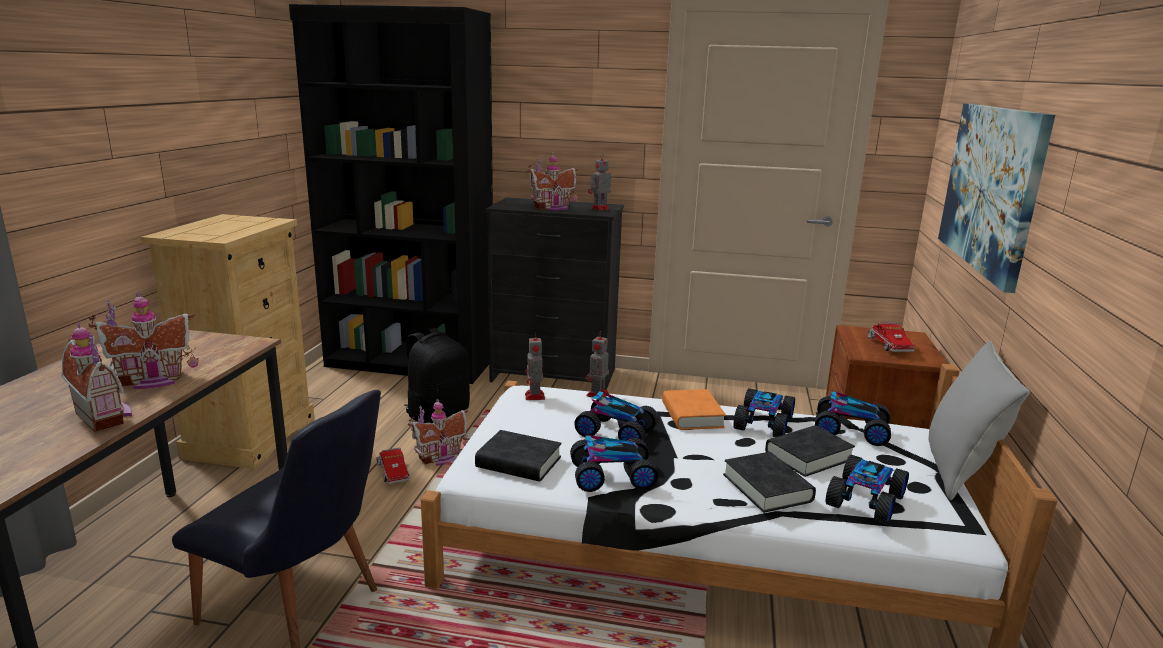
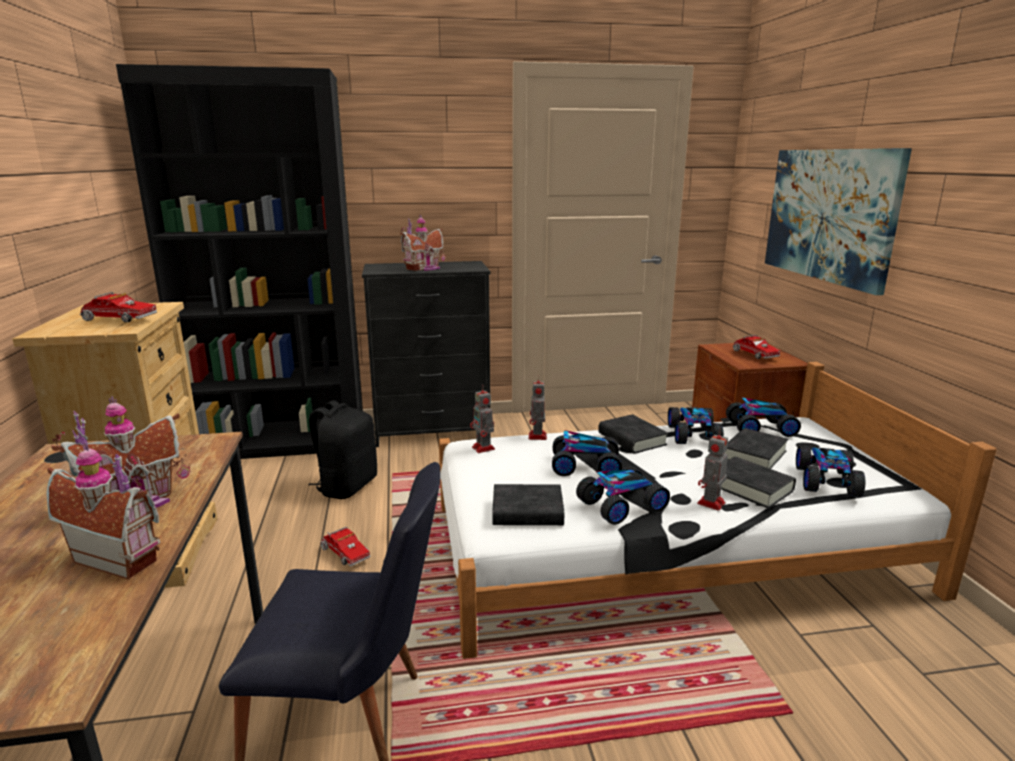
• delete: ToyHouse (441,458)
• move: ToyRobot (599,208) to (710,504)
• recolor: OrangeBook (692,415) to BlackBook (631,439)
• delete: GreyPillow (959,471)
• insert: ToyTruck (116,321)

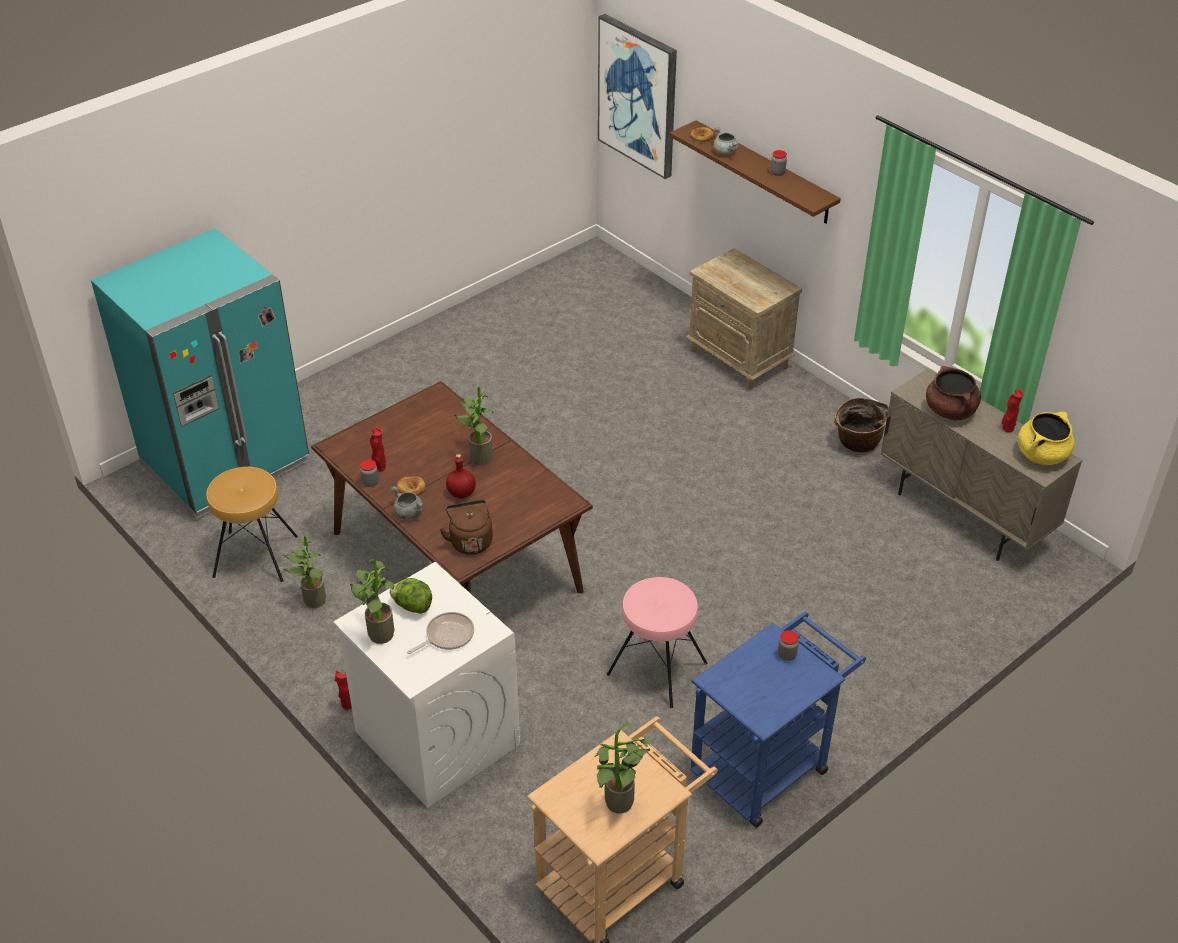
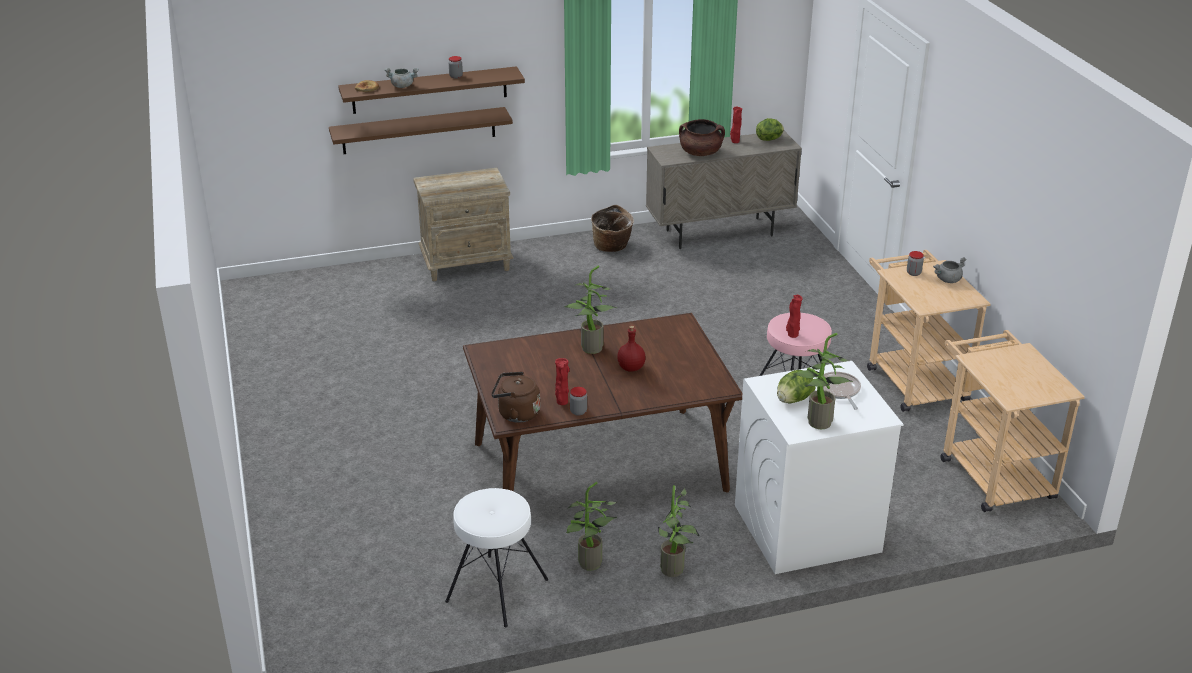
• delete: TurquoiseFridge (226,464)
• recolor: BrownStool (255,555) to WhiteStool (496,590)
• move: RedVase (347,705) to (792,335)
• move: GreyCookingPot (408,513) to (948,280)
• delete: Bread (411,488)
• move: BrownKettle (470,541) to (516,413)
• move: PottedPlant (619,806) to (675,570)
• delete: Picture (638,96)
• recolor: BlueCart (767,764) to BeigeCart (912,379)
• replace: YellowCookingPot (1042,455) to Lettuce (769,139)
• insert: BrownShelf (419,130)

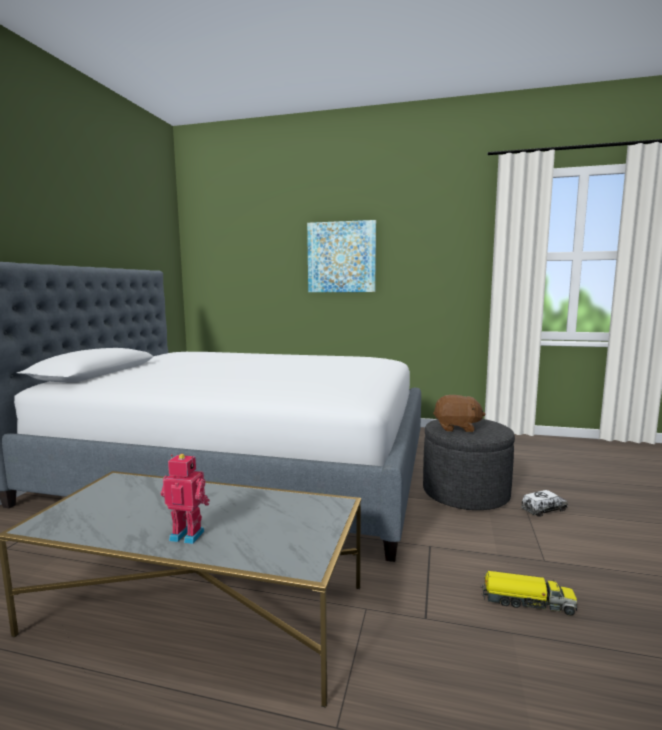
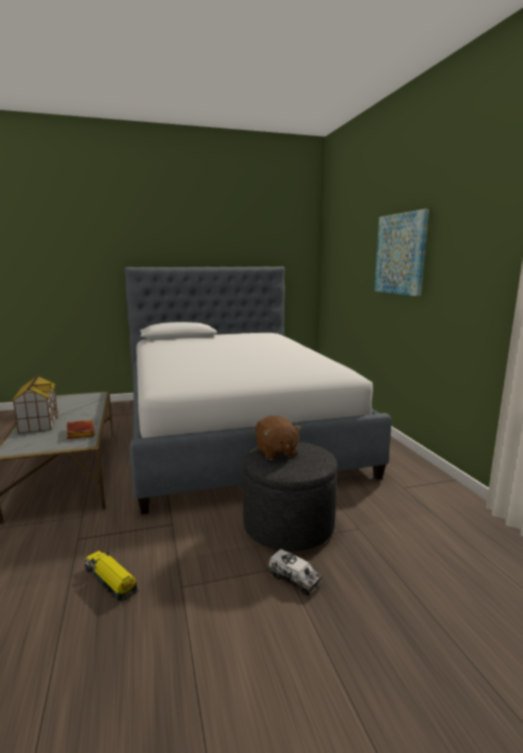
• replace: ToyRobot (188,534) to ToyHouse (38,422)
• rotate: ToyTruck (526,601) = (111,581) 150 degrees clockwise
• insert: BrownBook (79,432)

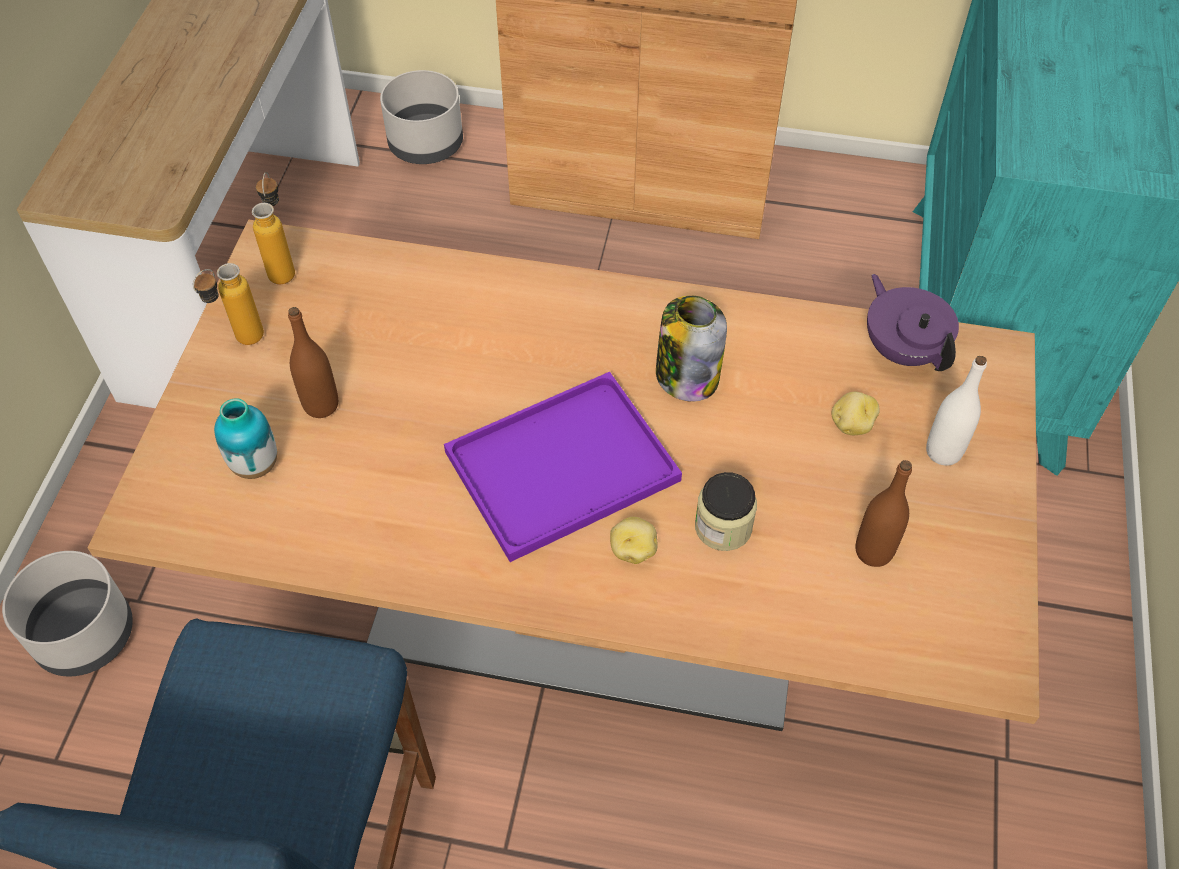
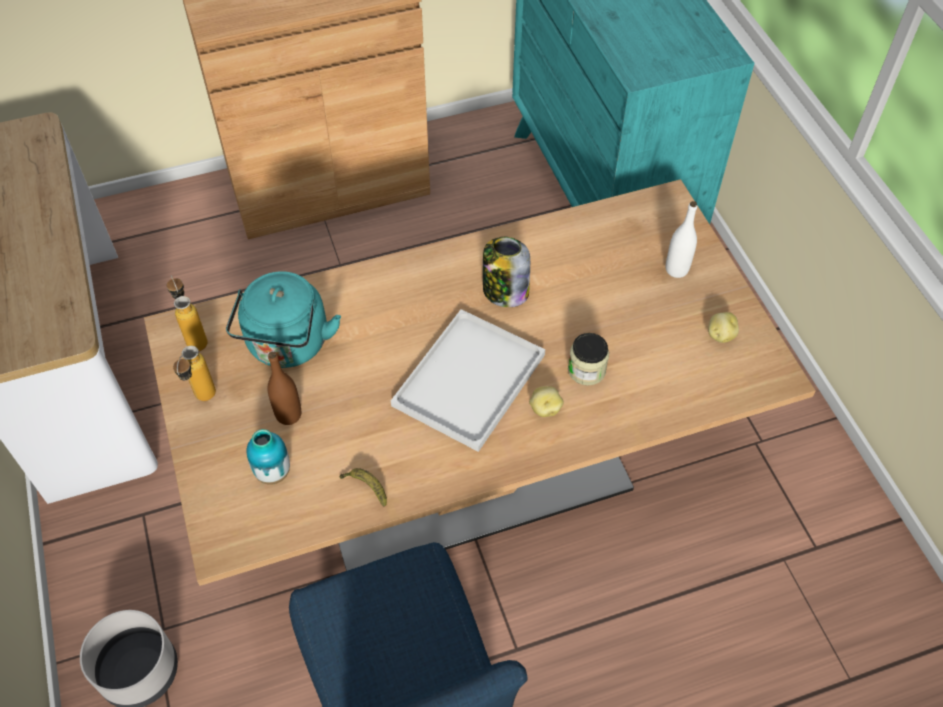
• delete: GreyPlanter (426,143)
• recolor: PurpleTray (564,463) to WhiteTray (469,377)
• move: Potato (851,424) to (720,335)
• delete: BrownBottle (873,551)
• delete: PurpleTeapot (903,349)
• insert: TurquoiseKettle (287,346)
• insert: Banana (366,488)

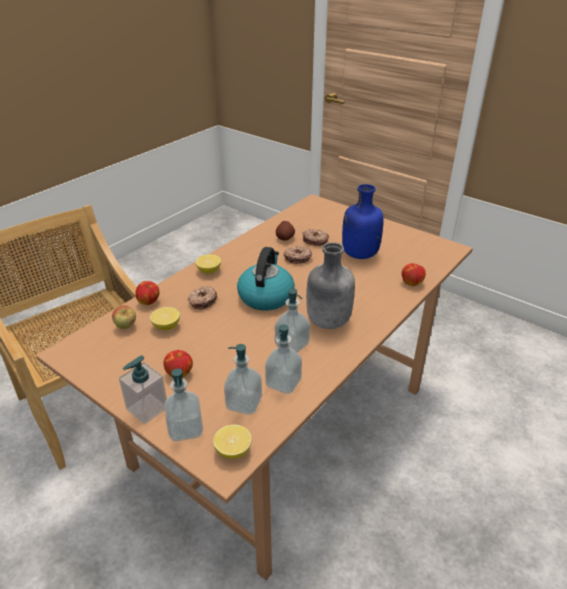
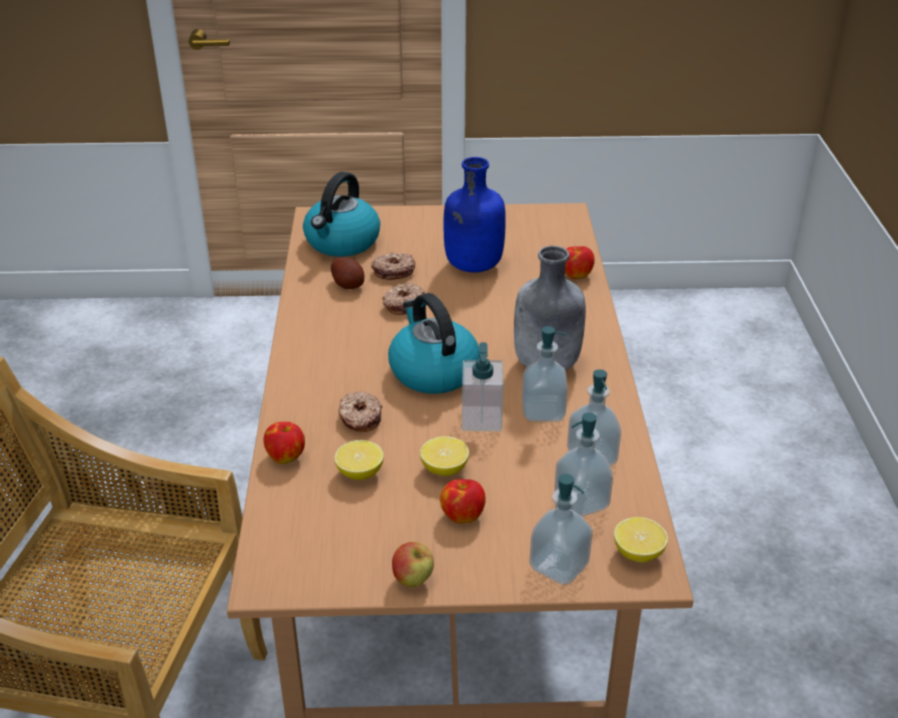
• move: Apple (126,327) to (413,580)
• move: SoapDispenser (147,408) to (481,419)
• move: Lemon (209,271) to (444,469)
• insert: Kettle (342,242)

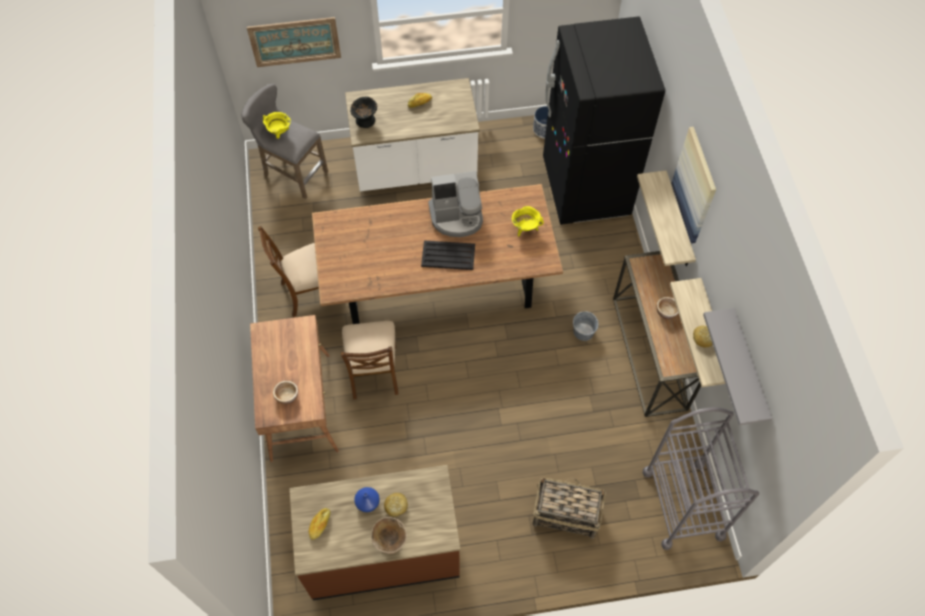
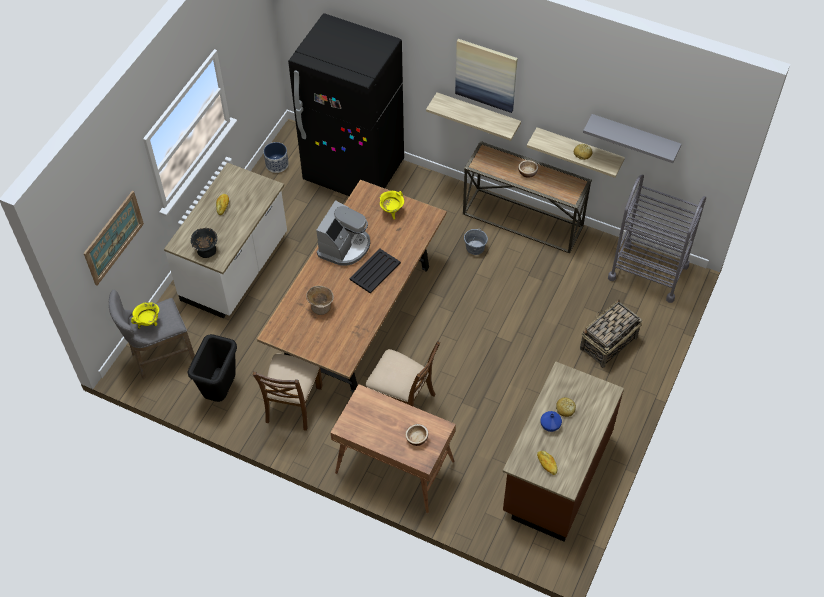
• move: BeigeBowl (390,541) to (320,307)
• insert: BlackTrashCan (220,391)

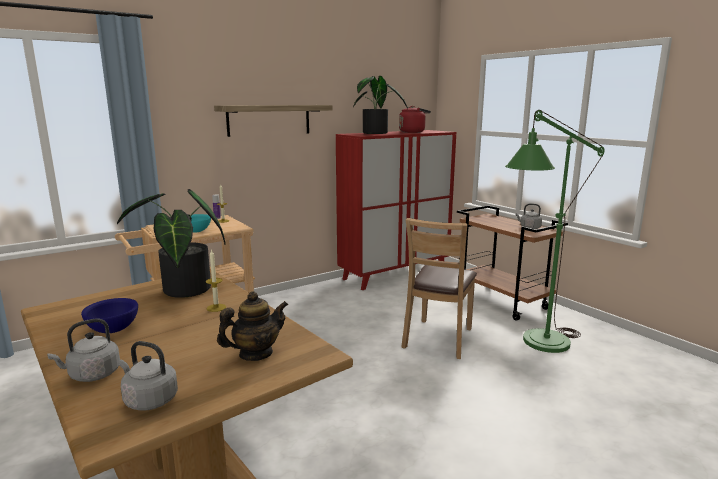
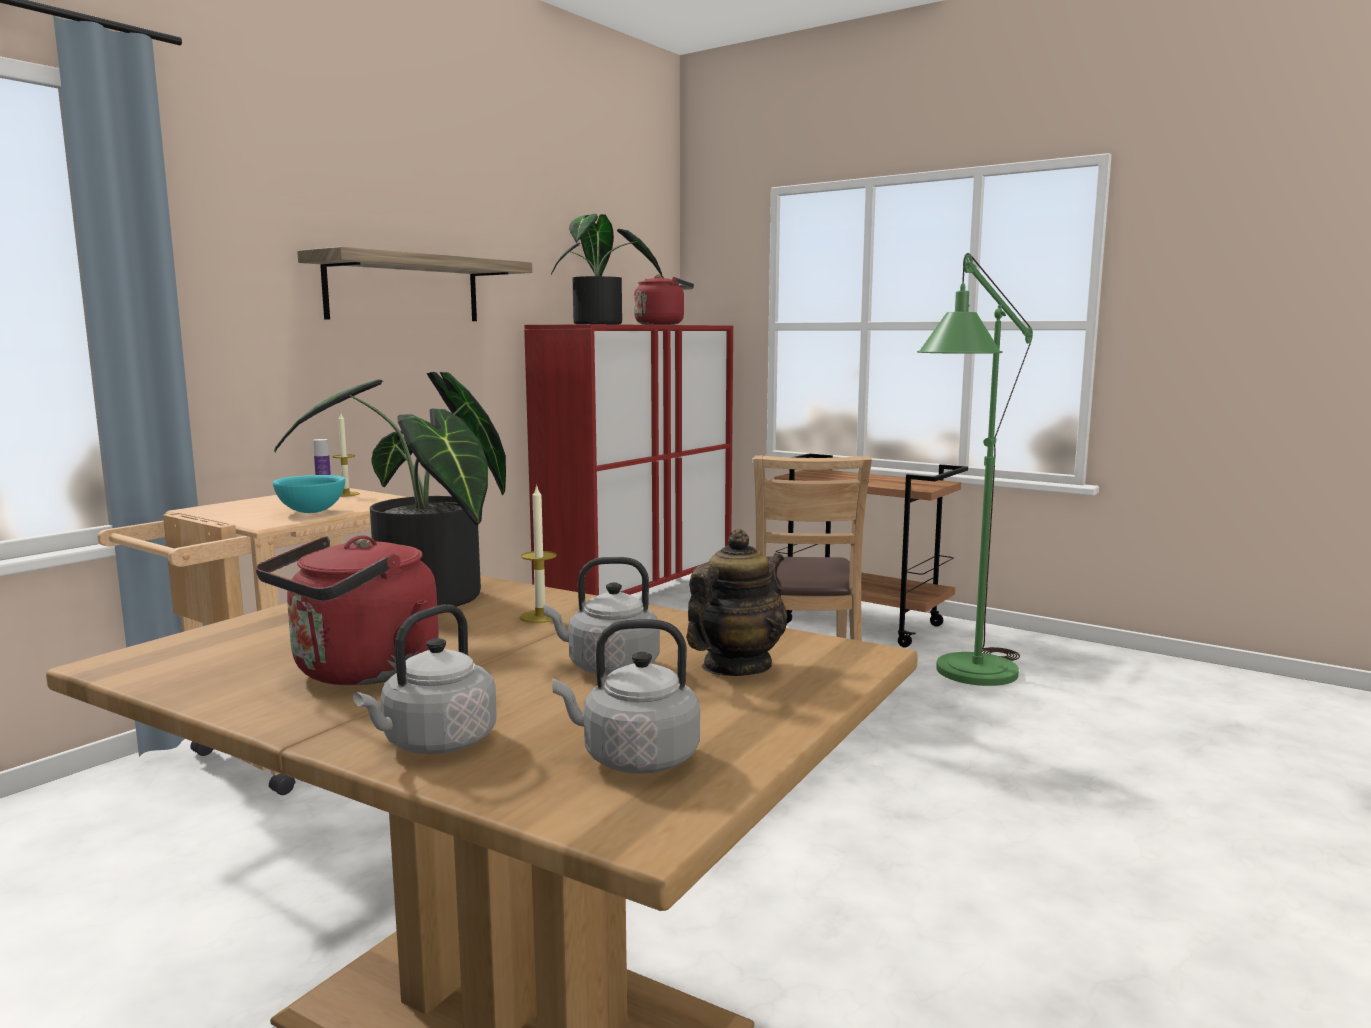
• replace: BlueBowl (112,330) to RedKettle (359,673)
• move: GreyKettle (529,228) to (608,667)

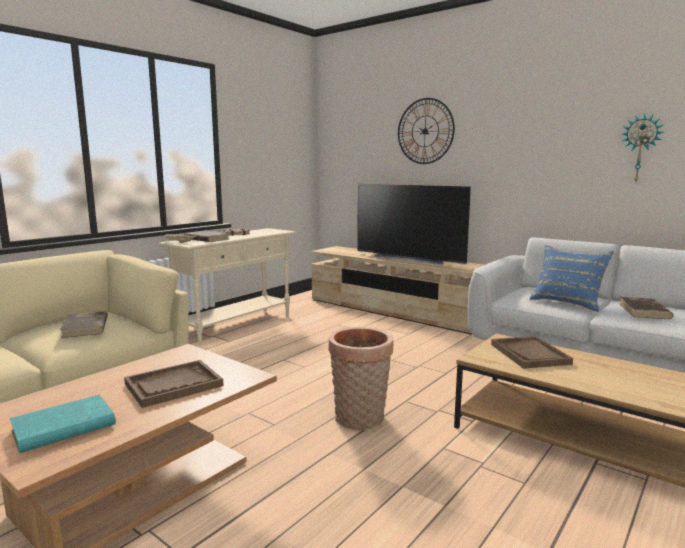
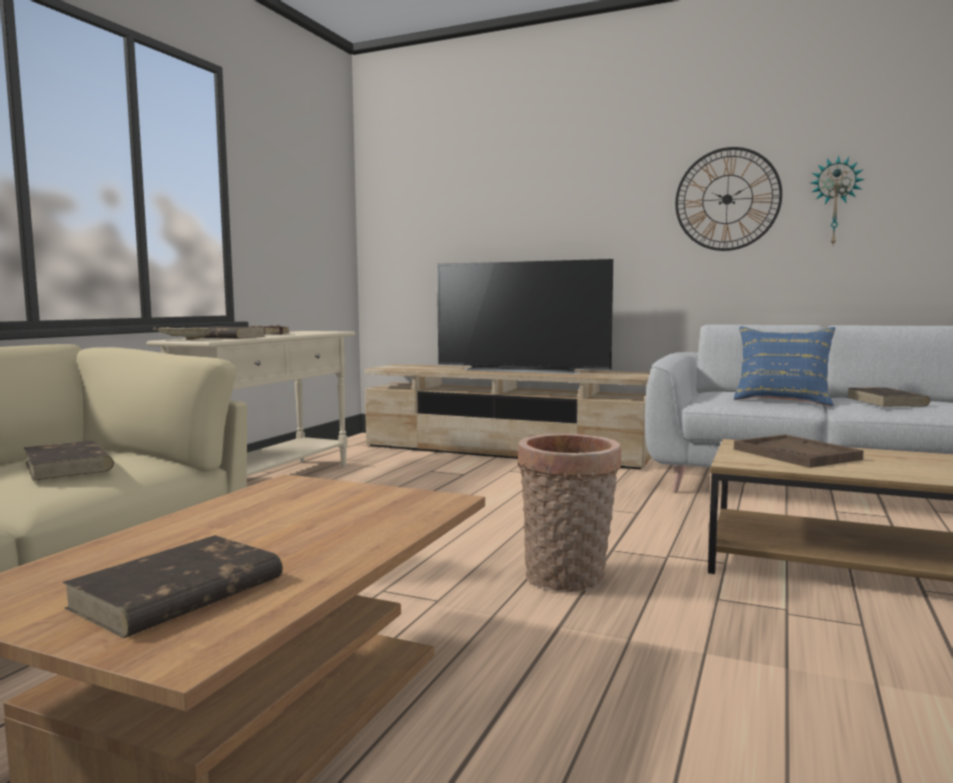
• recolor: TurquoiseBook (63,428) to BrownBook (177,594)
• delete: BrownTray (173,385)
• move: WallClock (425,131) to (727,199)

